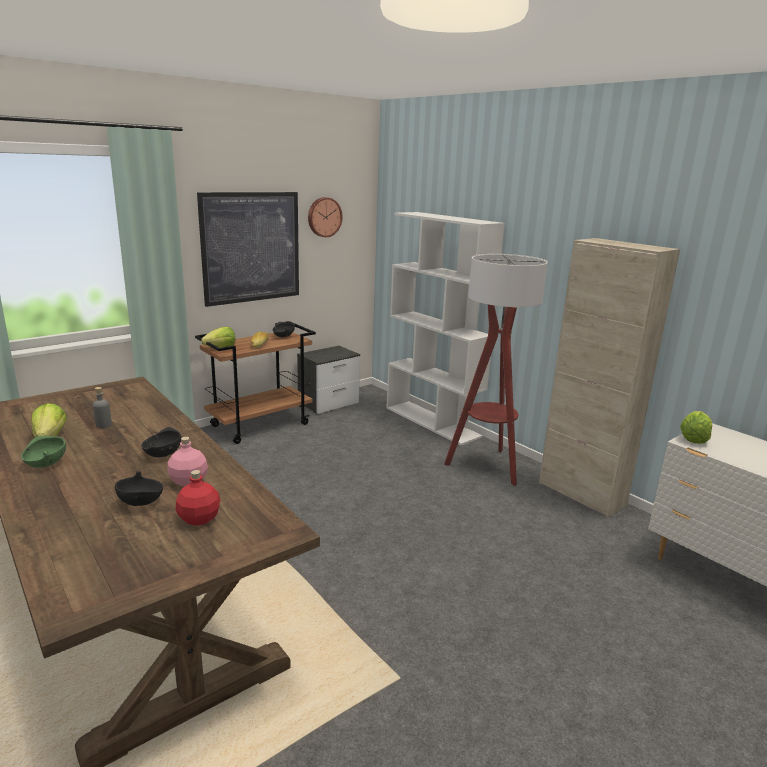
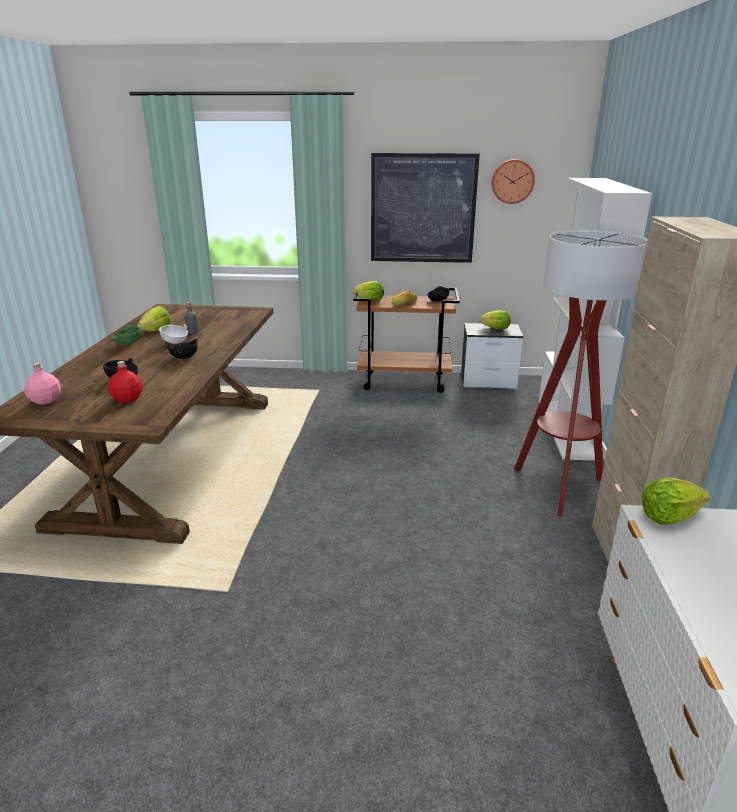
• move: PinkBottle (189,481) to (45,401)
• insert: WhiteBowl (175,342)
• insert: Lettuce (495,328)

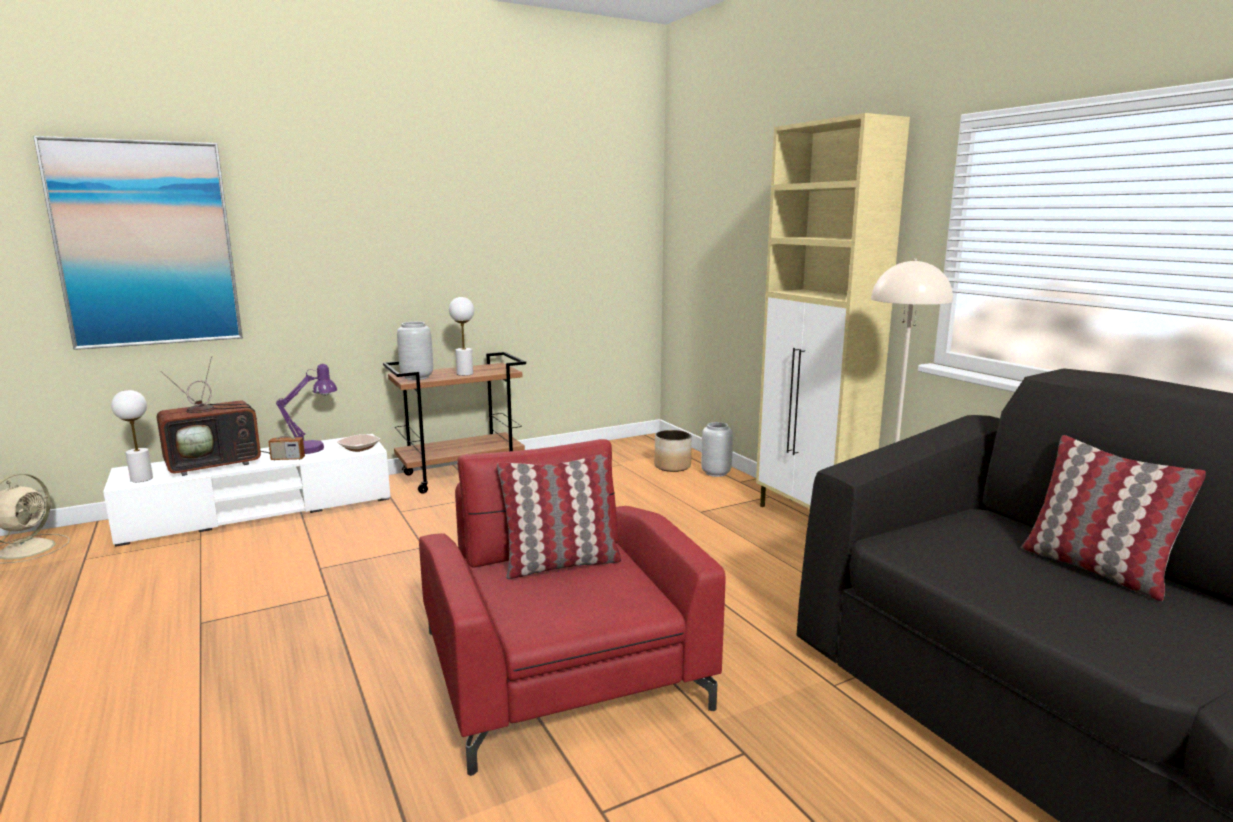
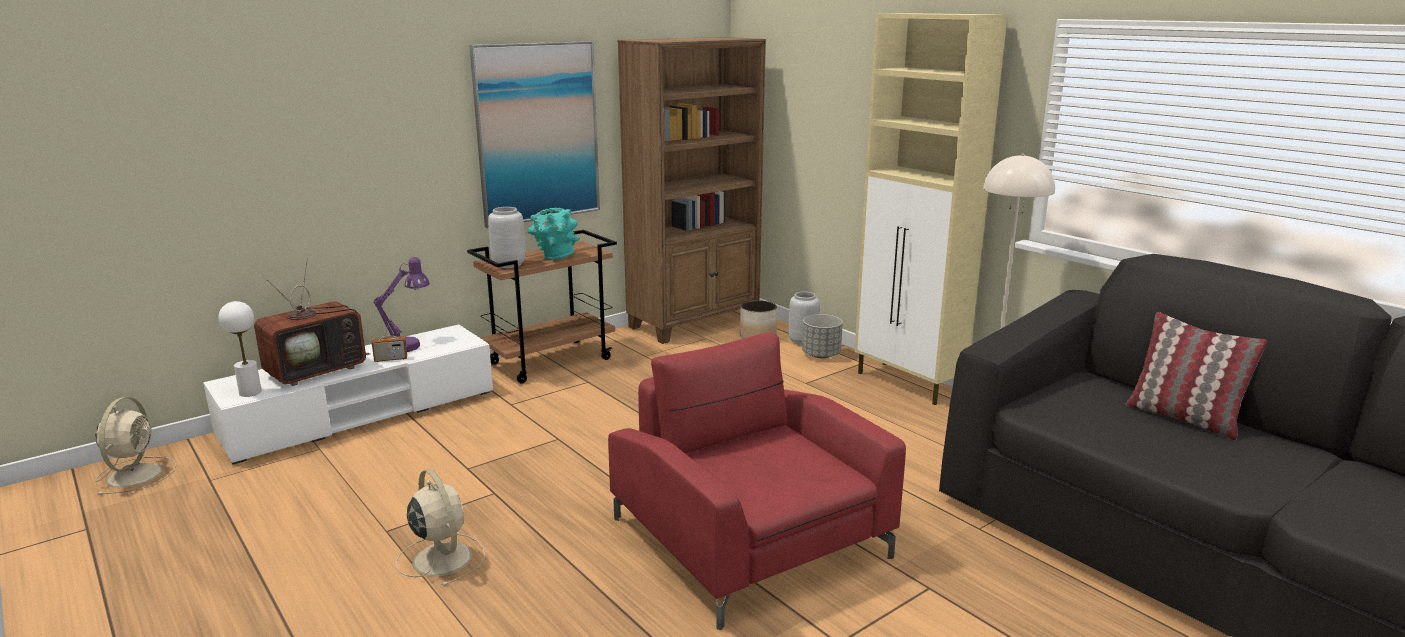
• move: Picture (146,244) to (538,133)
• delete: Bowl (359,448)
• replace: WhiteTableLamp (464,374) to TurquoiseVase (555,257)
• delete: Pillow (561,564)
• insert: BeigeFan (441,558)
• insert: BrownBookcase (695,322)
• insert: GreyPlanter (821,355)

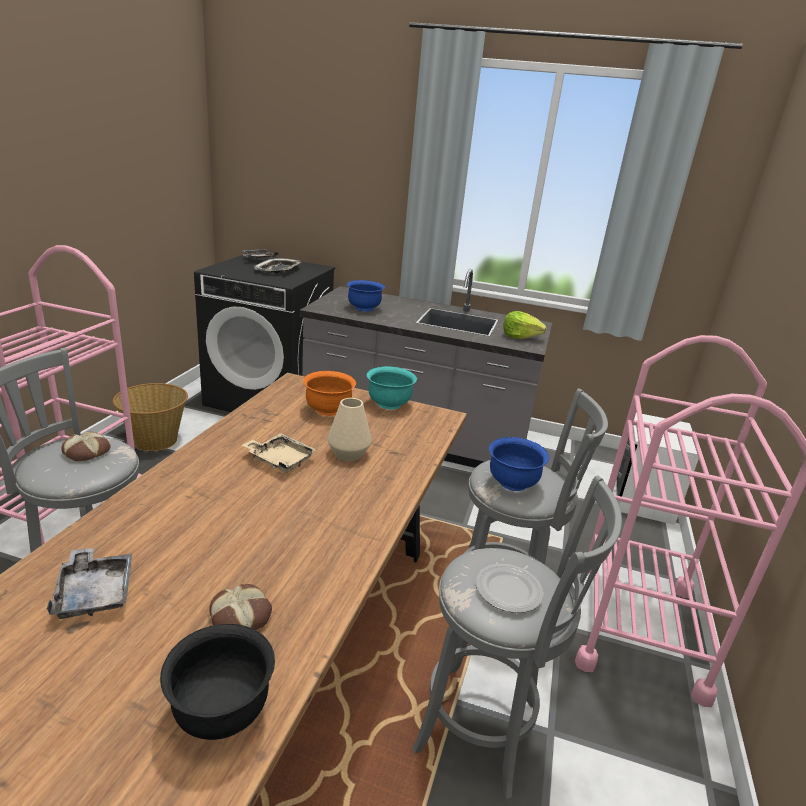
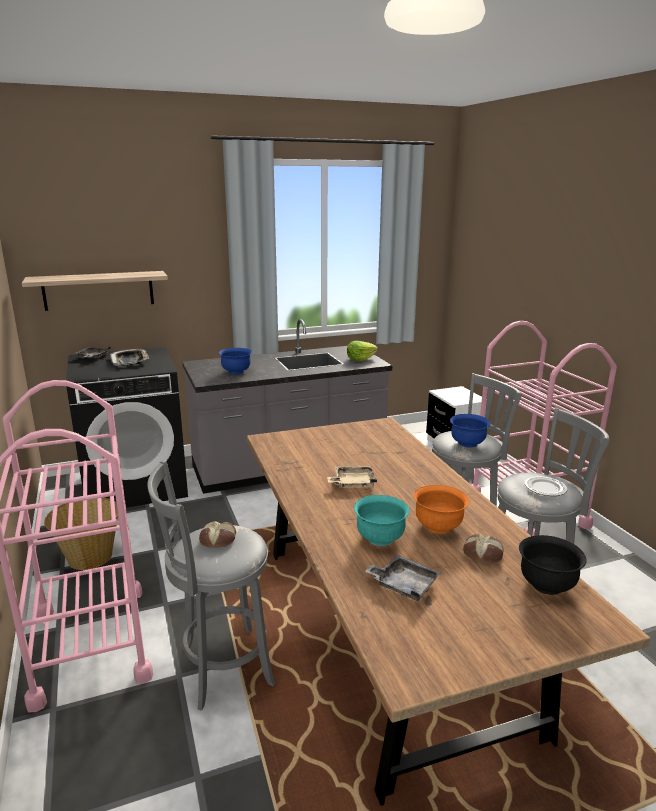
• move: OrangeBowl (328,410) to (438,527)
• delete: BeigeVase (348,454)
• move: TurquoiseBowl (389,404) to (380,538)
• insert: Shelf (98,290)

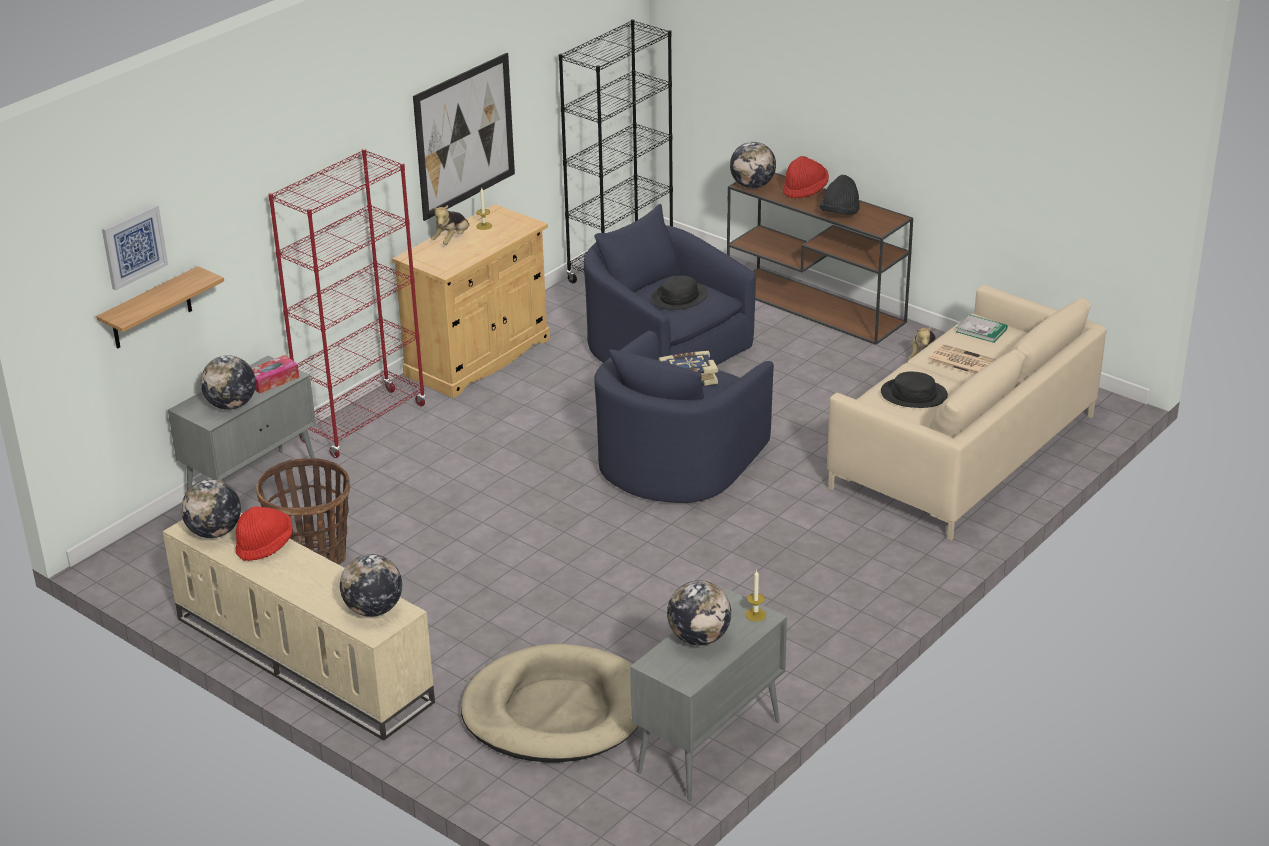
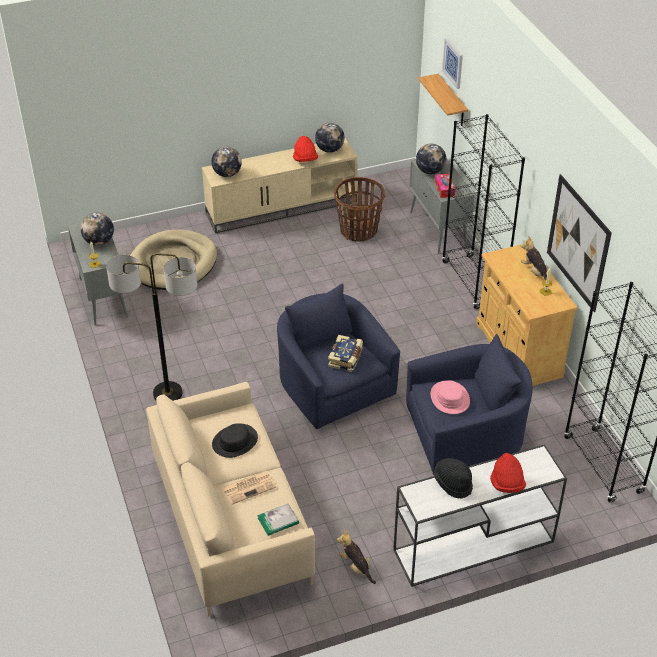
• recolor: RedBookcase (363,423) to BlackBookcase (473,282)
• recolor: BlackHat (679,297) to PinkHat (449,398)
• recolor: BrownConsoleTable (817,306) to WhiteConsoleTable (472,546)
• delete: Globe (752,185)
• insert: FloorLamp (167,393)

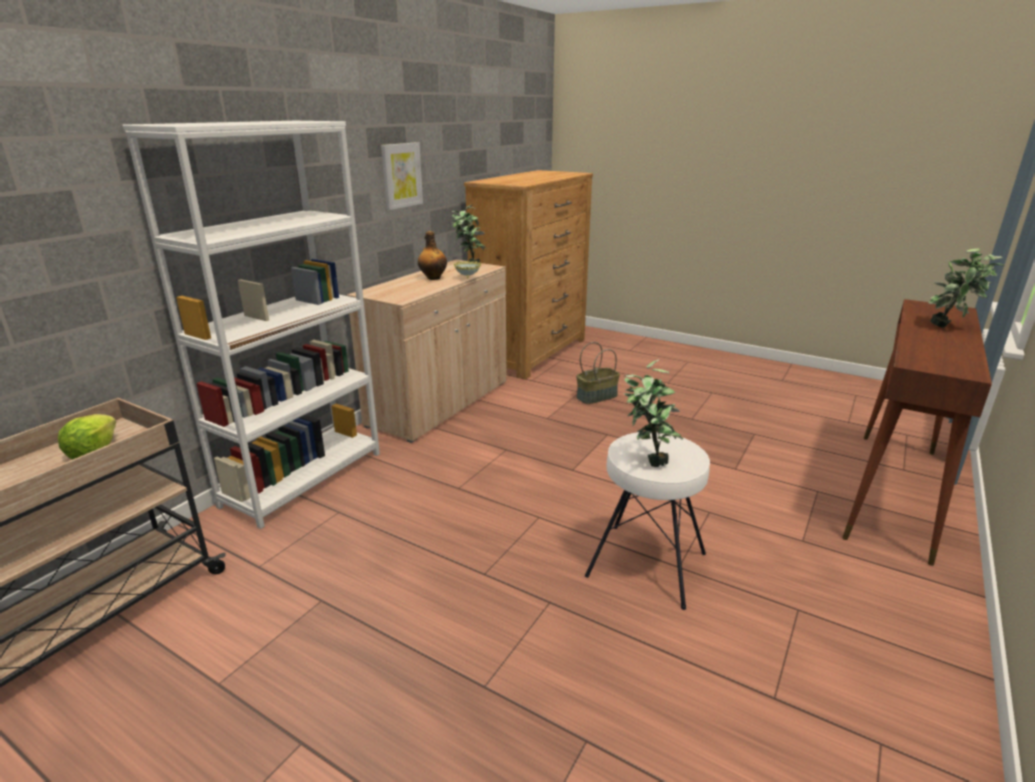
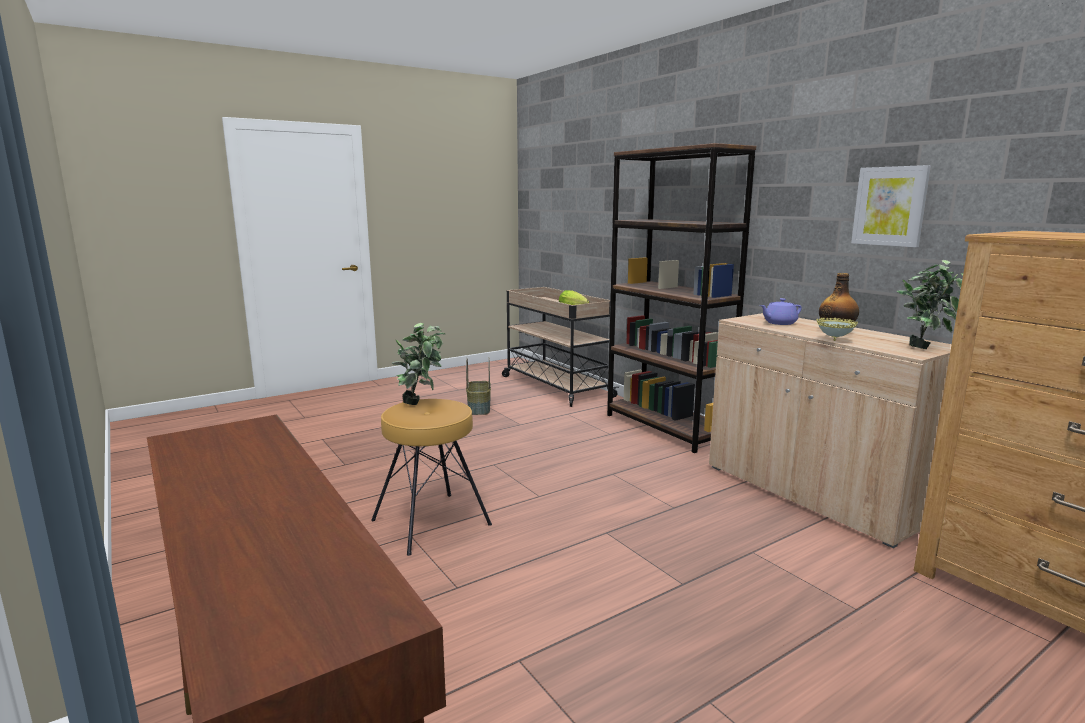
• recolor: WhiteBookcase (304,478) to BrownBookcase (666,427)
• move: Basket (596,396) to (479,408)
• recolor: WhiteStool (646,563) to BrownStool (431,522)
• delete: PottedPlant (950,328)
• insert: PurpleTeapot (779,323)

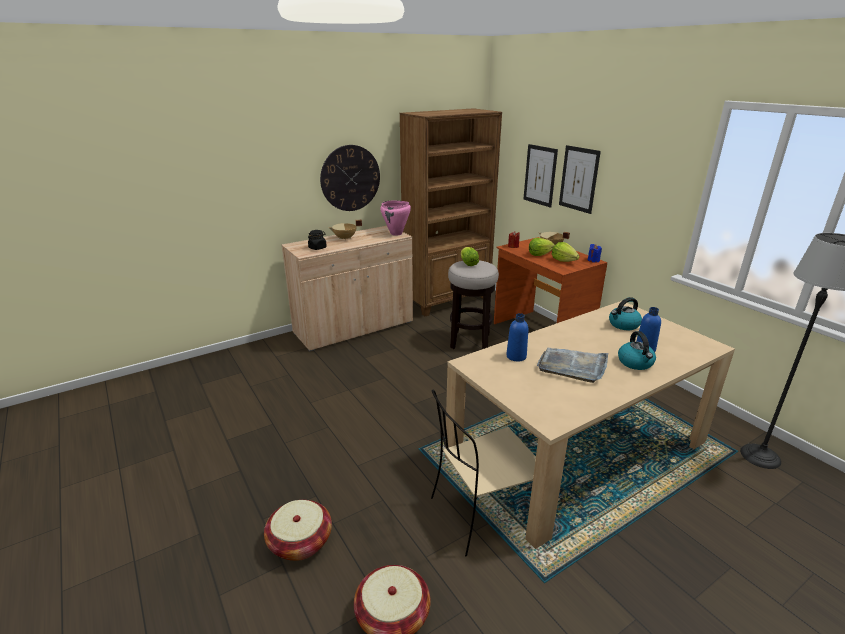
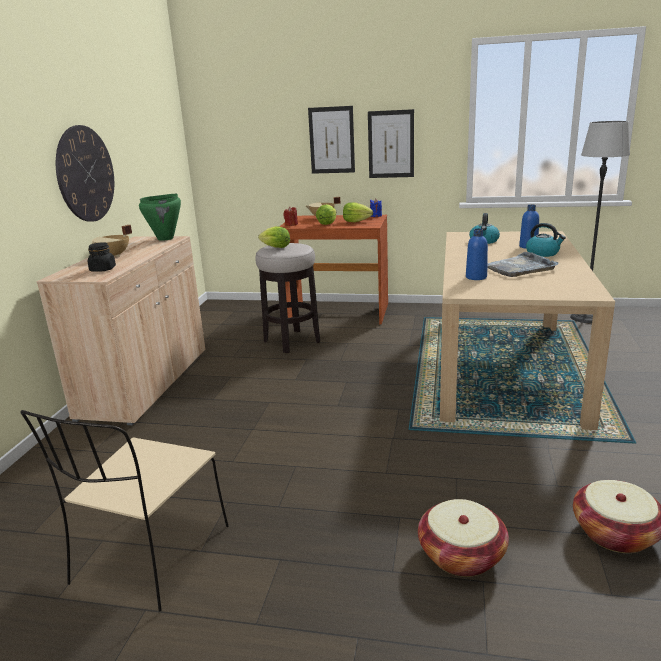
• recolor: PinkCookingPot (396,233) to GreenCookingPot (166,238)
• delete: BrownBookcase (447,300)
• move: BeigeChair (483,513) to (149,557)
• move: Picture (540,175) to (391,144)

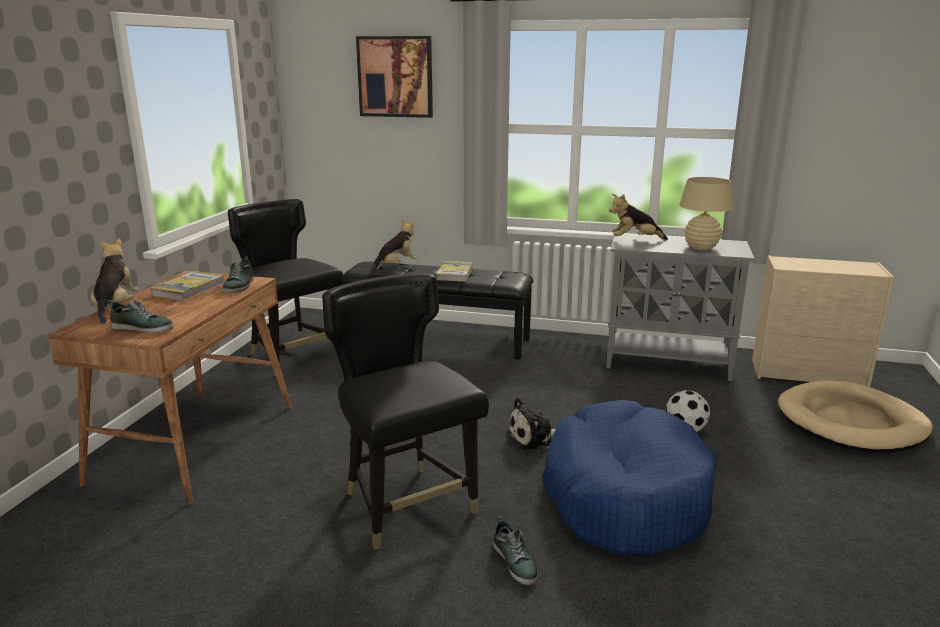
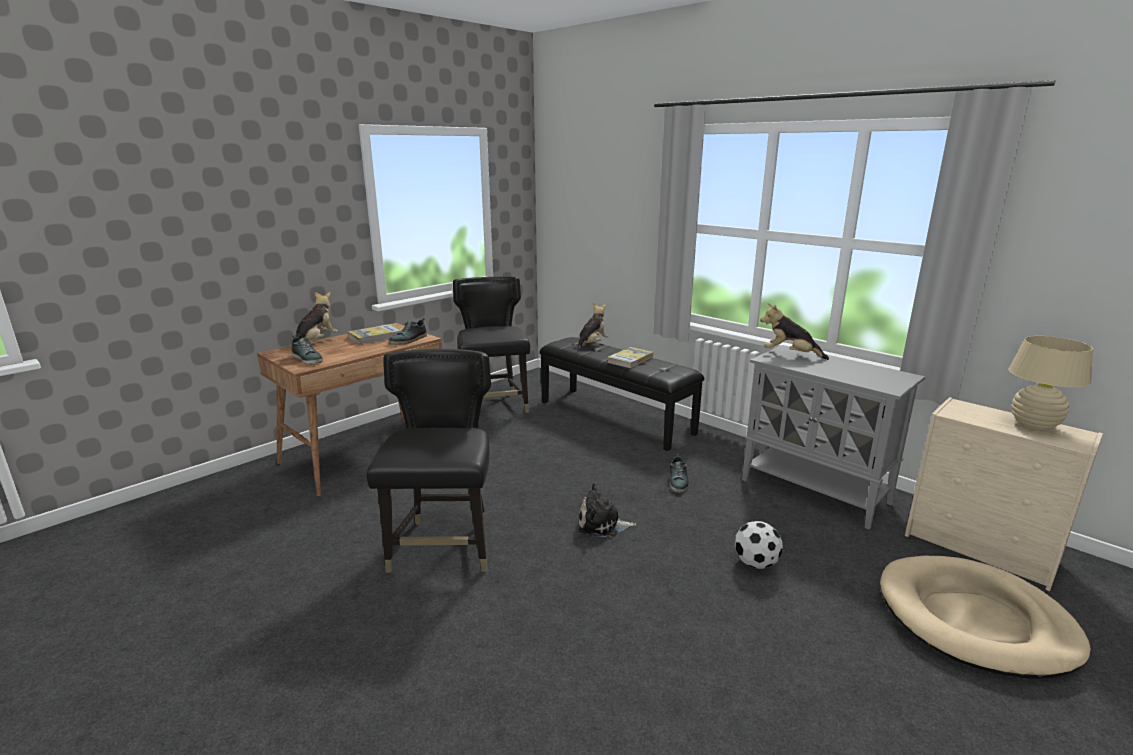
• delete: Picture (395,77)
• rotate: PlushToy (396,266) = (592,344) 45 degrees counterclockwise
• move: Shoe (515,561) to (678,481)
• delete: BlueDogBed (624,496)
• move: BeigeTableLamp (701,248) to (1033,425)

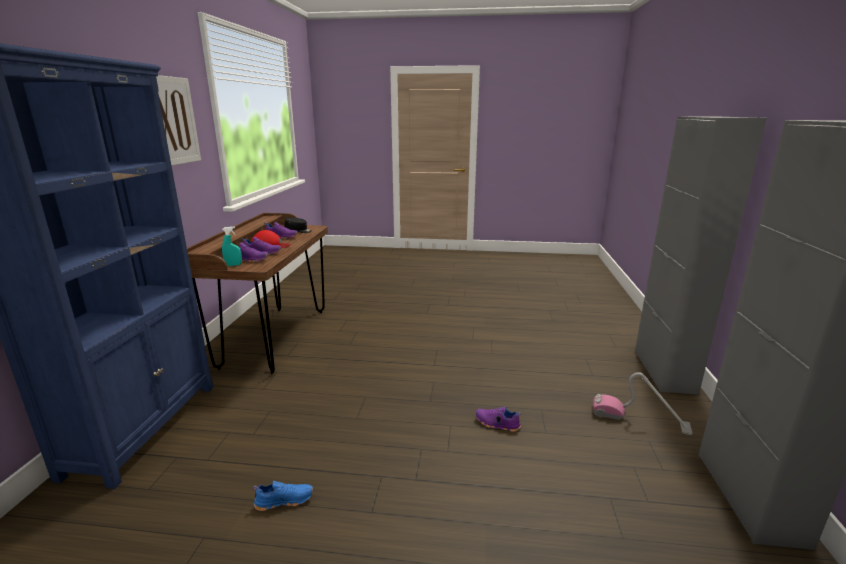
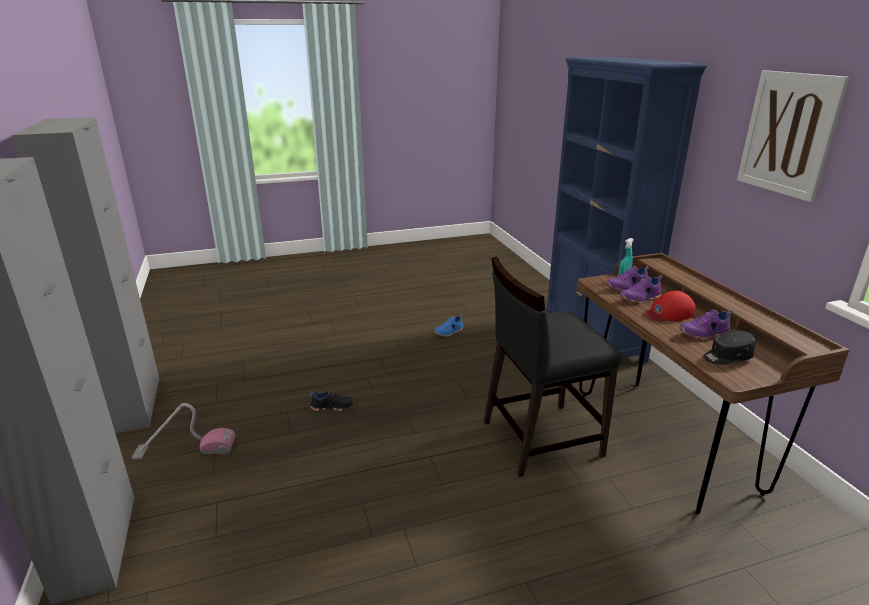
• recolor: PurpleShoe (497,424) to BlackShoe (332,406)
• insert: BlackChair (540,438)

